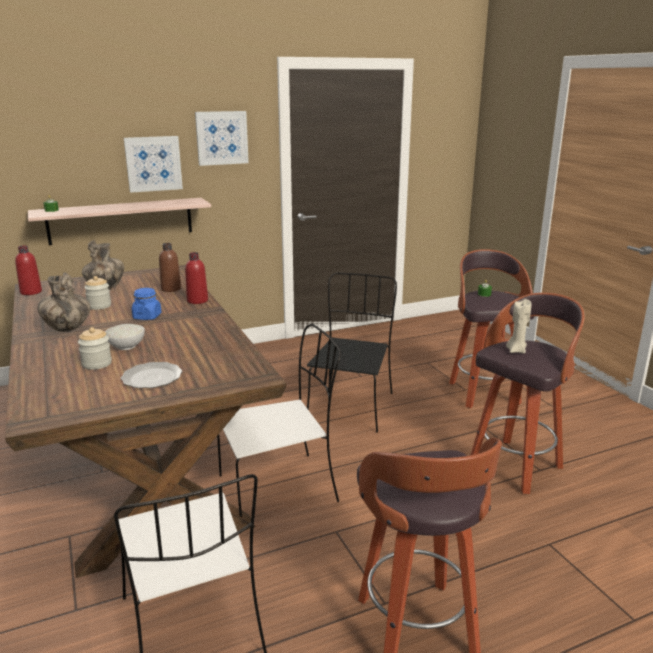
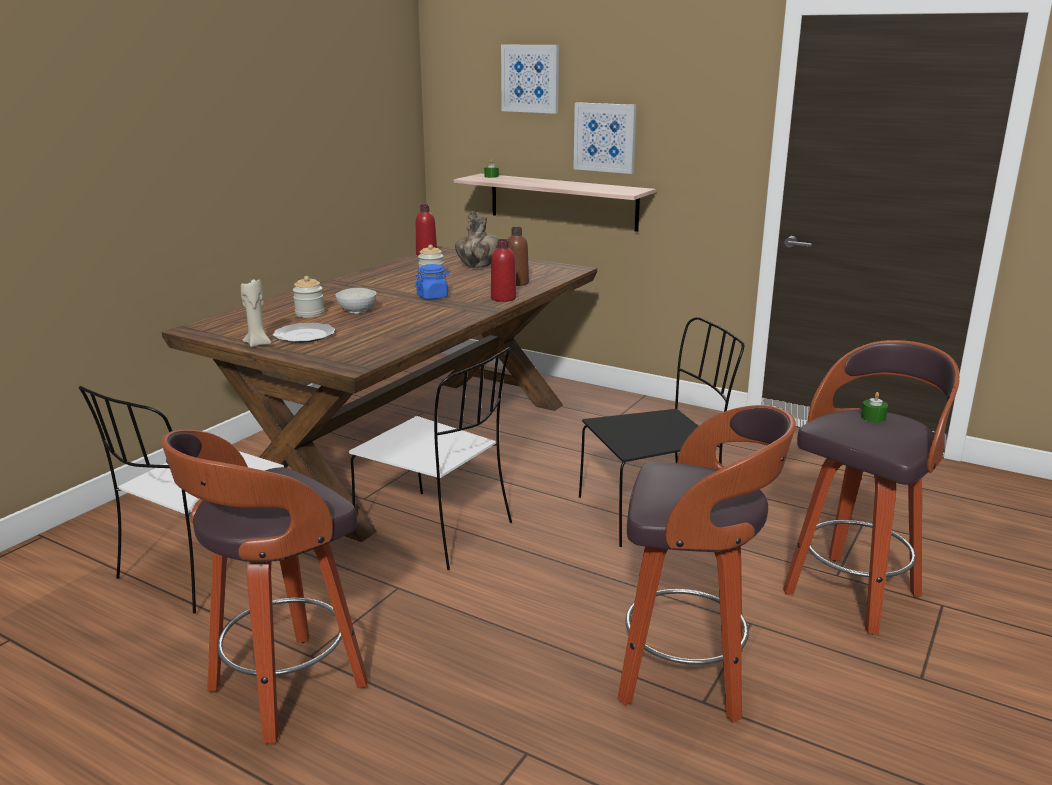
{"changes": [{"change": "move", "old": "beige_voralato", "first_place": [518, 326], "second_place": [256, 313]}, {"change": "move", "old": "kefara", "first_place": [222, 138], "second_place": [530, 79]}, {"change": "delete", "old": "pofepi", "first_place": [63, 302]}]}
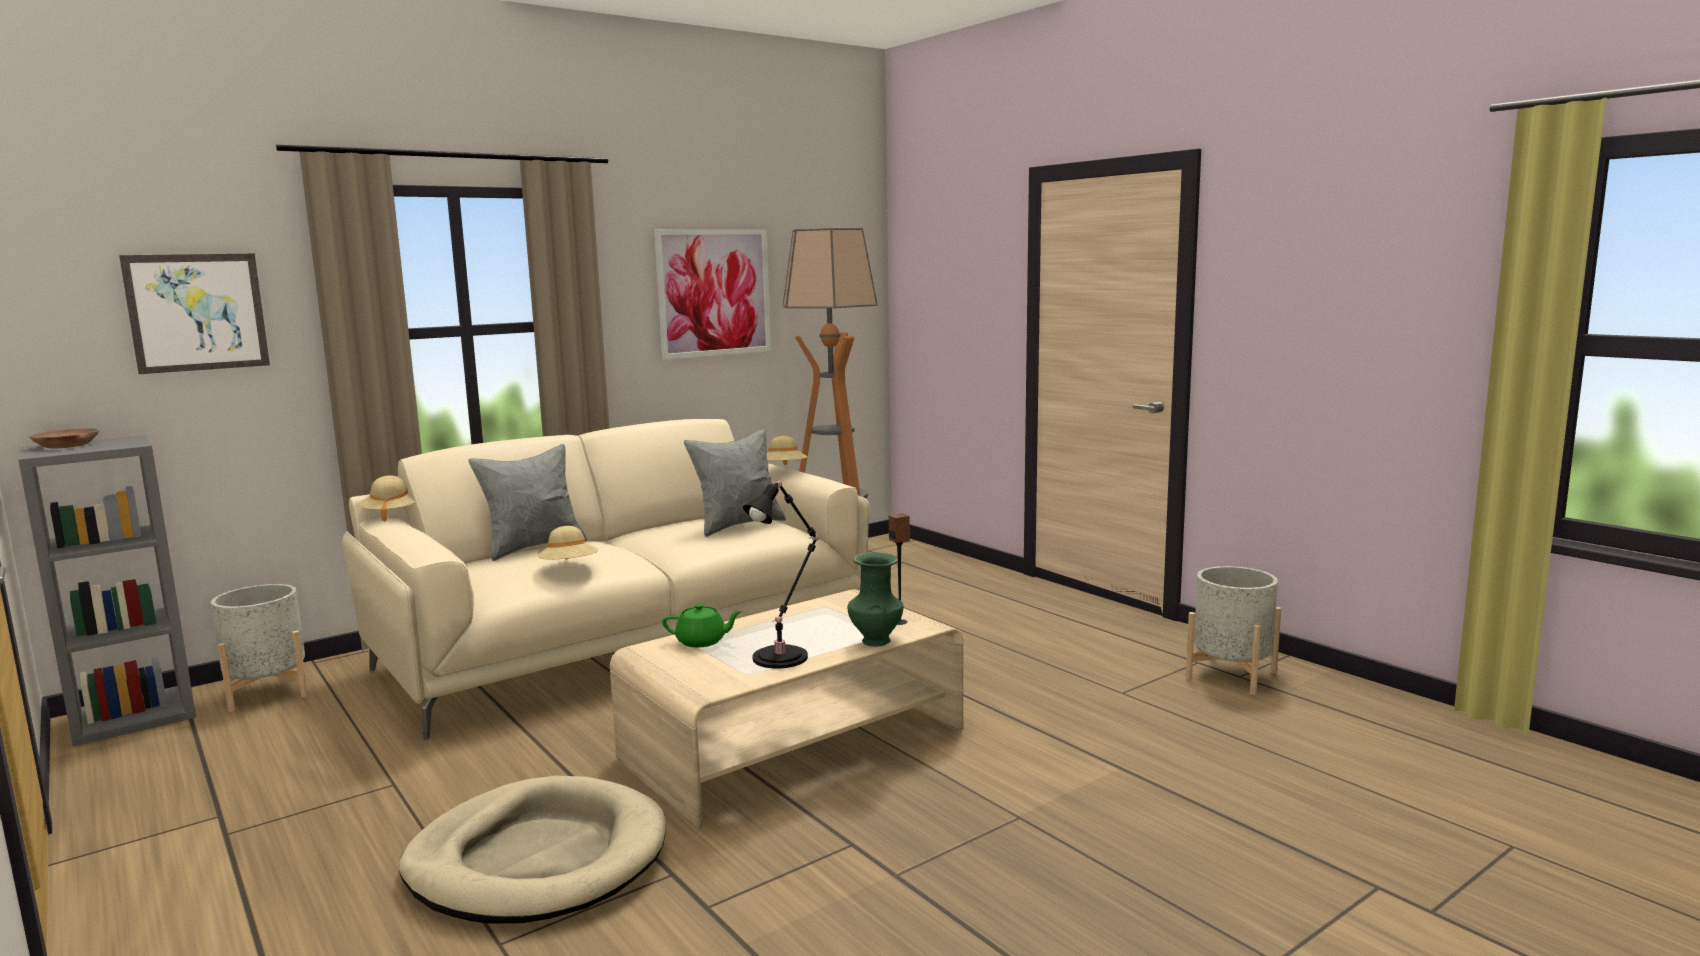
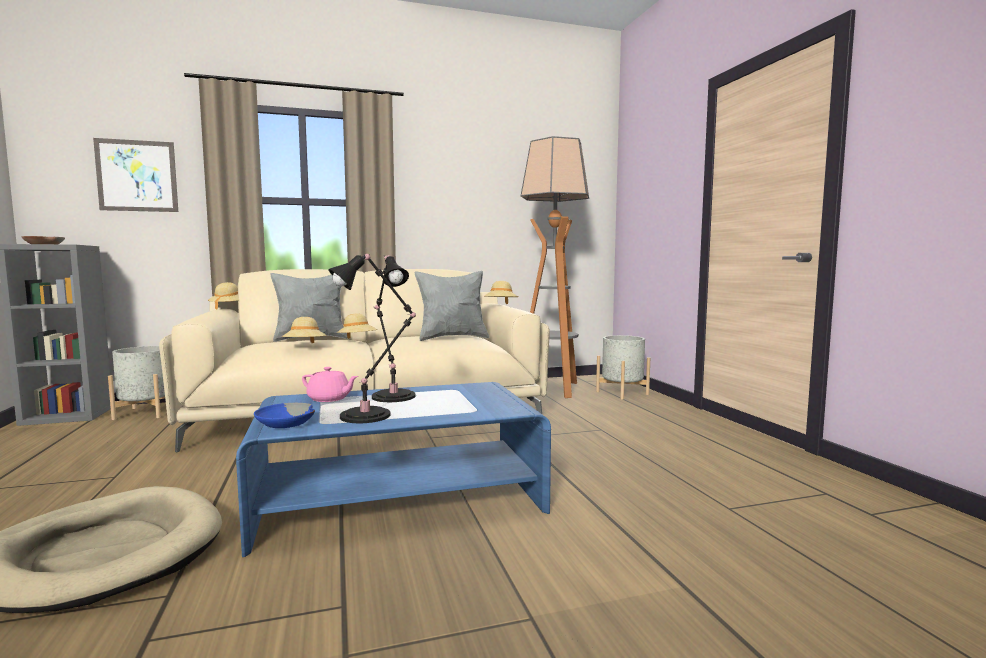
{"changes": [{"change": "recolor", "old": "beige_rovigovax", "new": "blue_rovigovax", "first_place": [786, 709], "second_place": [393, 469]}, {"change": "insert", "new": "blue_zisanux", "second_place": [284, 415]}, {"change": "recolor", "old": "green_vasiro", "new": "pink_vasiro", "first_place": [702, 625], "second_place": [330, 384]}, {"change": "insert", "new": "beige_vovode", "second_place": [357, 326]}, {"change": "insert", "new": "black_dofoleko", "second_place": [394, 328]}, {"change": "move", "old": "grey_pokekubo", "first_place": [1233, 630], "second_place": [623, 367]}, {"change": "delete", "old": "kefara", "first_place": [712, 294]}, {"change": "delete", "old": "green_pofepi", "first_place": [875, 599]}, {"change": "delete", "old": "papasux", "first_place": [899, 569]}]}
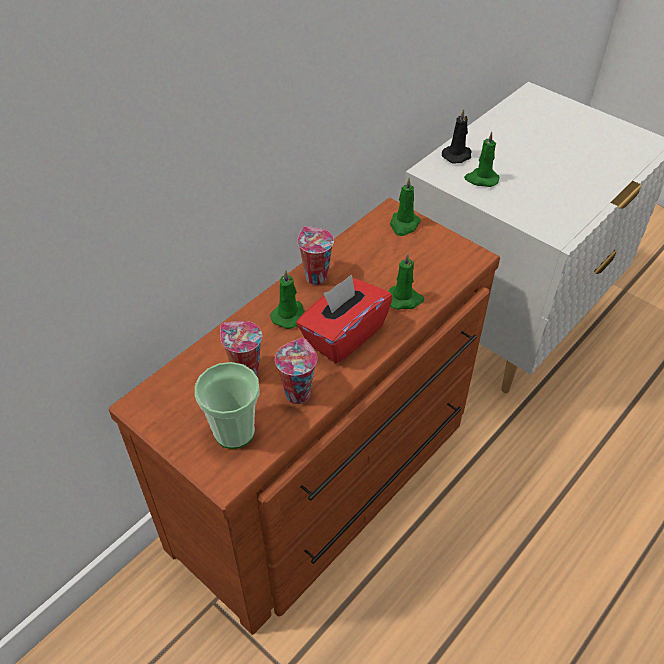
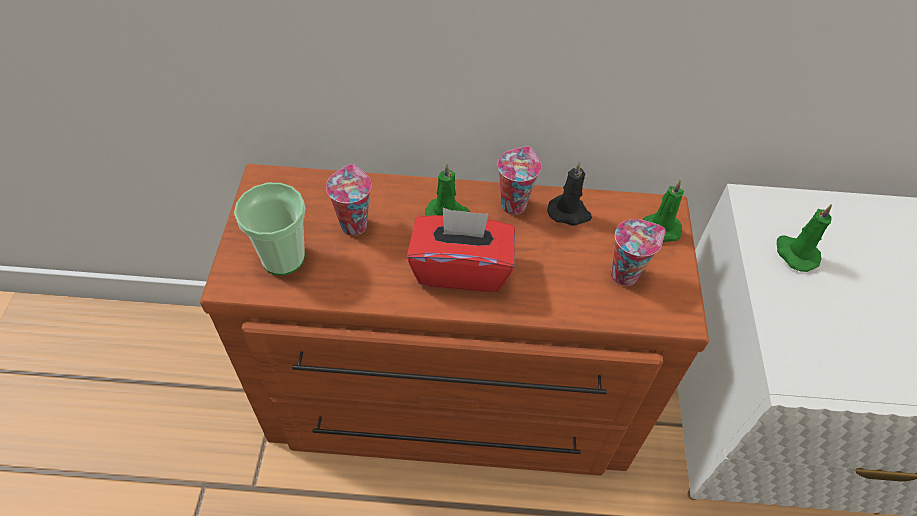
{"changes": [{"change": "move", "old": "black_voralato", "first_place": [457, 136], "second_place": [569, 194]}, {"change": "move", "old": "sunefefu", "first_place": [296, 371], "second_place": [638, 252]}, {"change": "delete", "old": "green_voralato", "first_place": [406, 281]}]}
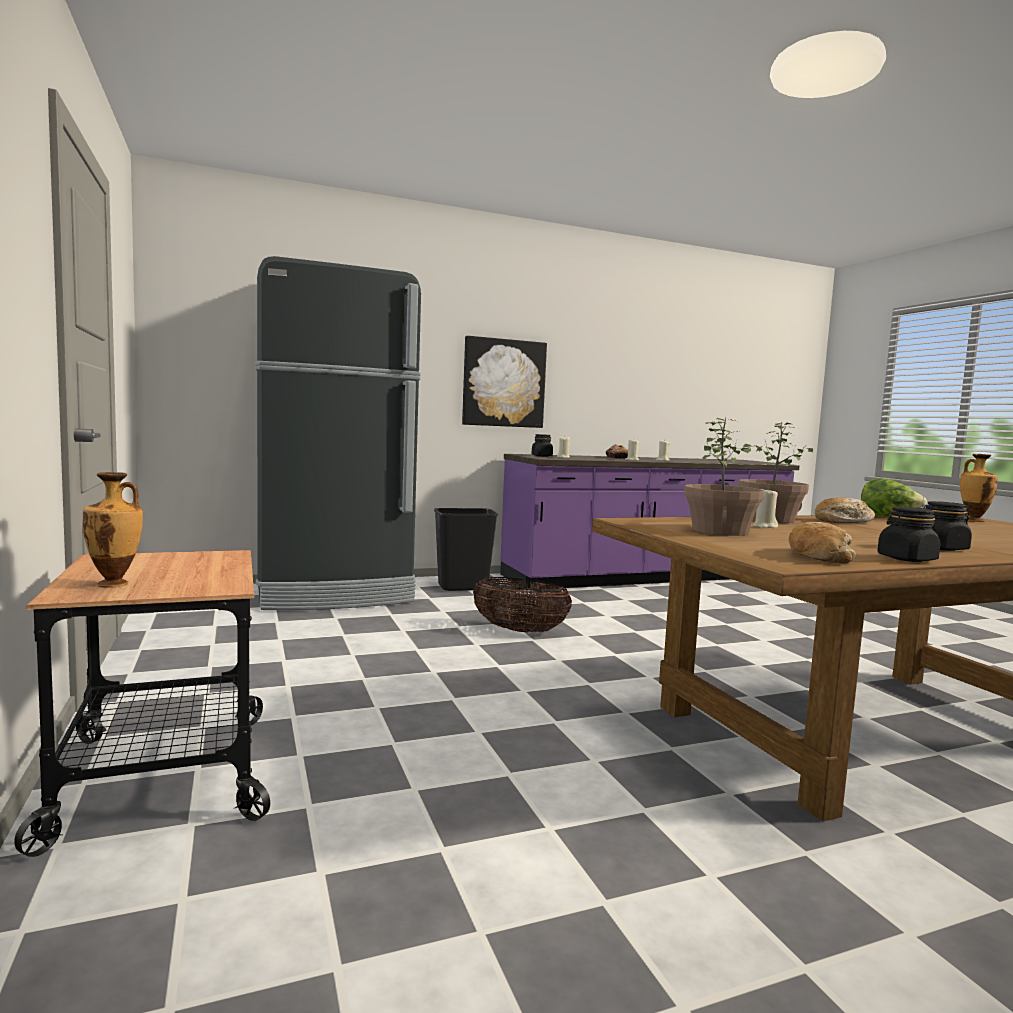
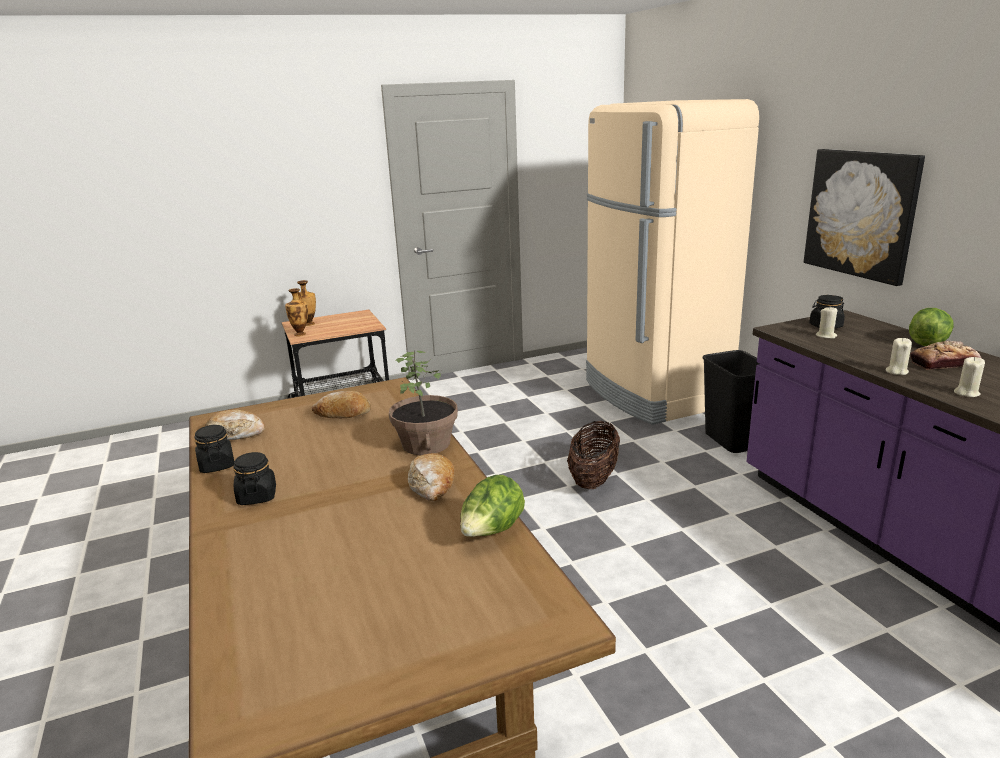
{"changes": [{"change": "move", "old": "pofepi", "first_place": [979, 488], "second_place": [296, 312]}, {"change": "replace", "old": "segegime", "new": "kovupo", "first_place": [724, 477], "second_place": [341, 404]}, {"change": "recolor", "old": "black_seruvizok", "new": "beige_seruvizok", "first_place": [338, 433], "second_place": [672, 262]}, {"change": "insert", "new": "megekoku", "second_place": [931, 327]}, {"change": "delete", "old": "beige_voralato", "first_place": [765, 507]}]}
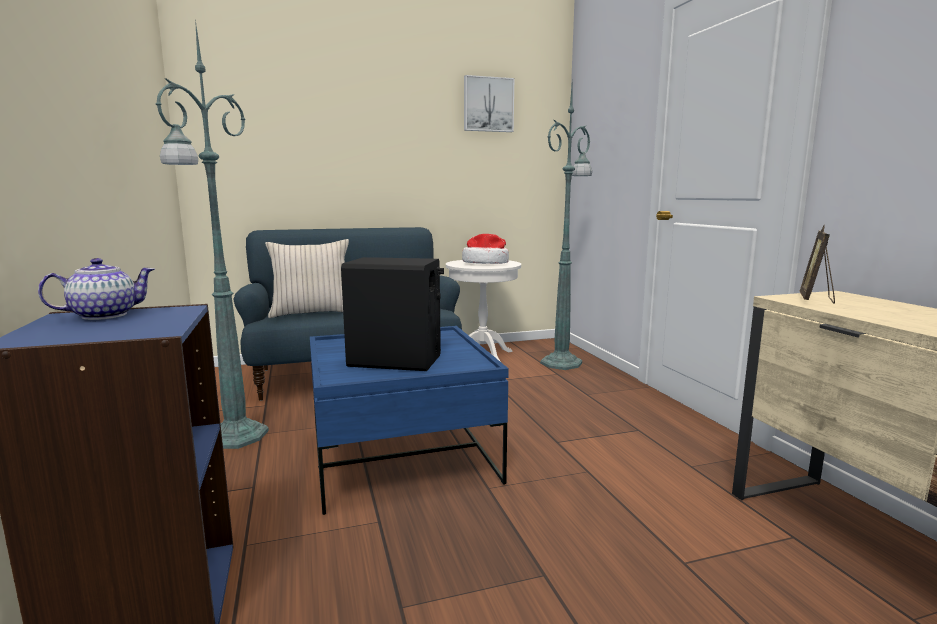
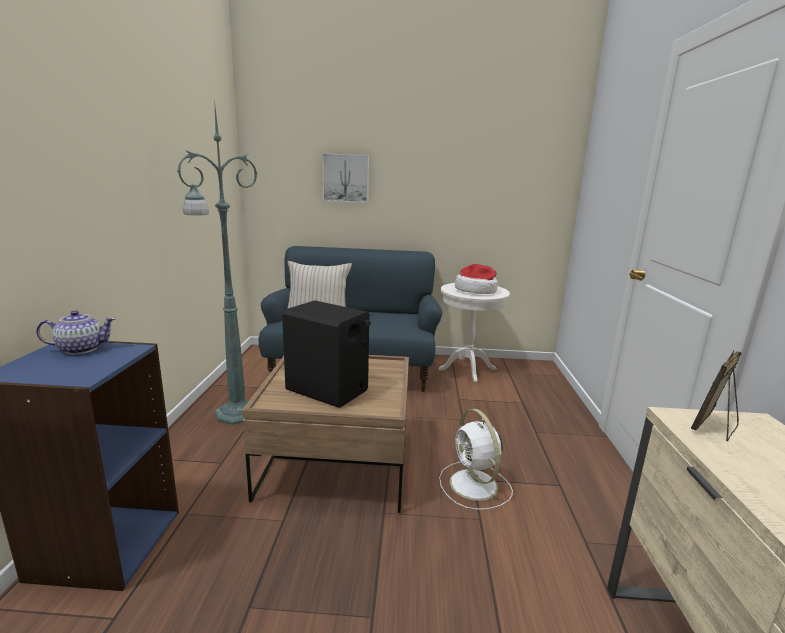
{"changes": [{"change": "recolor", "old": "blue_rovigovax", "new": "brown_rovigovax", "first_place": [409, 420], "second_place": [325, 434]}, {"change": "move", "old": "kefara", "first_place": [489, 103], "second_place": [345, 178]}, {"change": "insert", "new": "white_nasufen", "second_place": [476, 459]}, {"change": "delete", "old": "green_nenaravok", "first_place": [566, 228]}]}
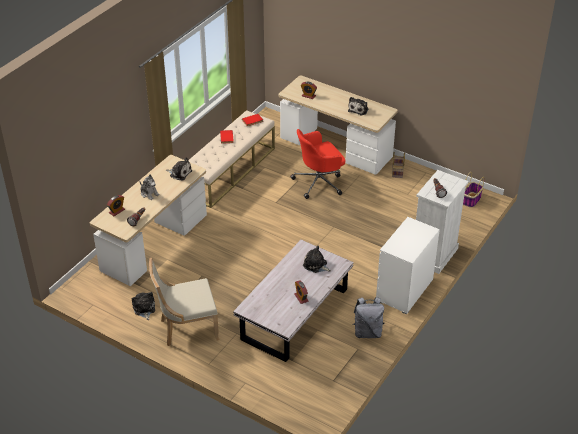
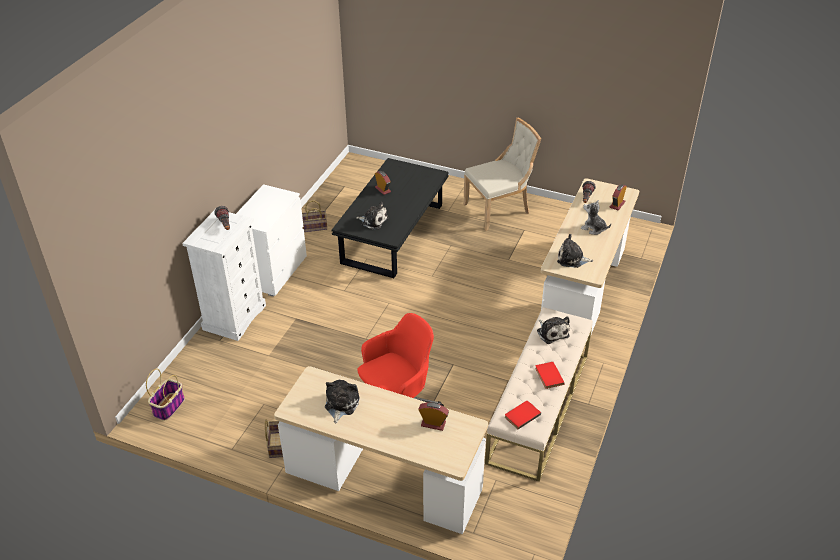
{"changes": [{"change": "replace", "old": "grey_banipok", "new": "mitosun", "first_place": [368, 317], "second_place": [314, 216]}, {"change": "recolor", "old": "white_rovigovax", "new": "black_rovigovax", "first_place": [293, 301], "second_place": [390, 218]}, {"change": "move", "old": "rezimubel", "first_place": [143, 306], "second_place": [553, 330]}]}
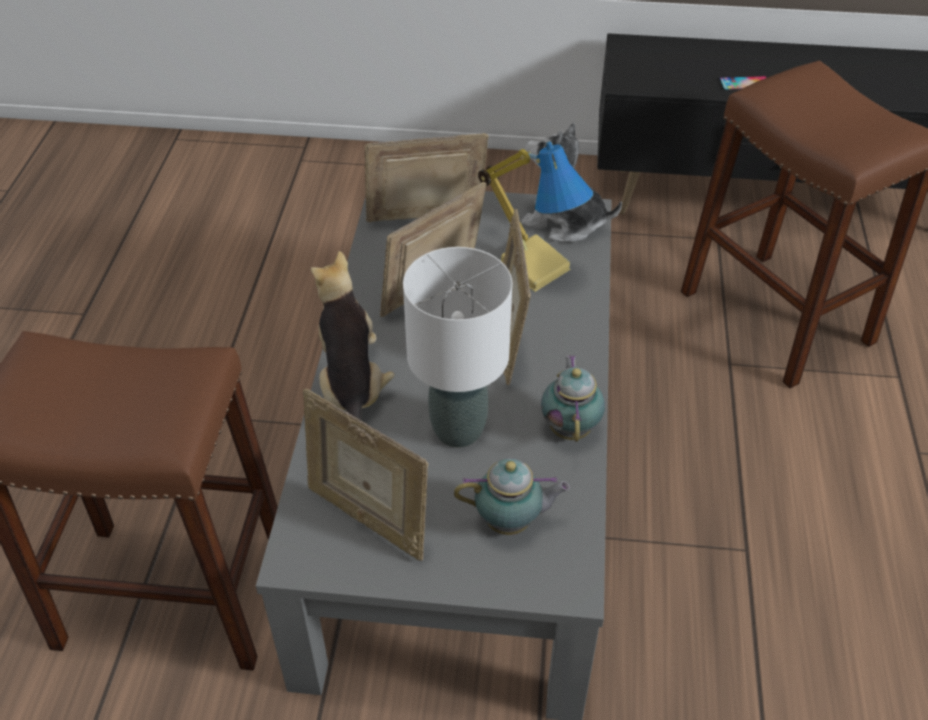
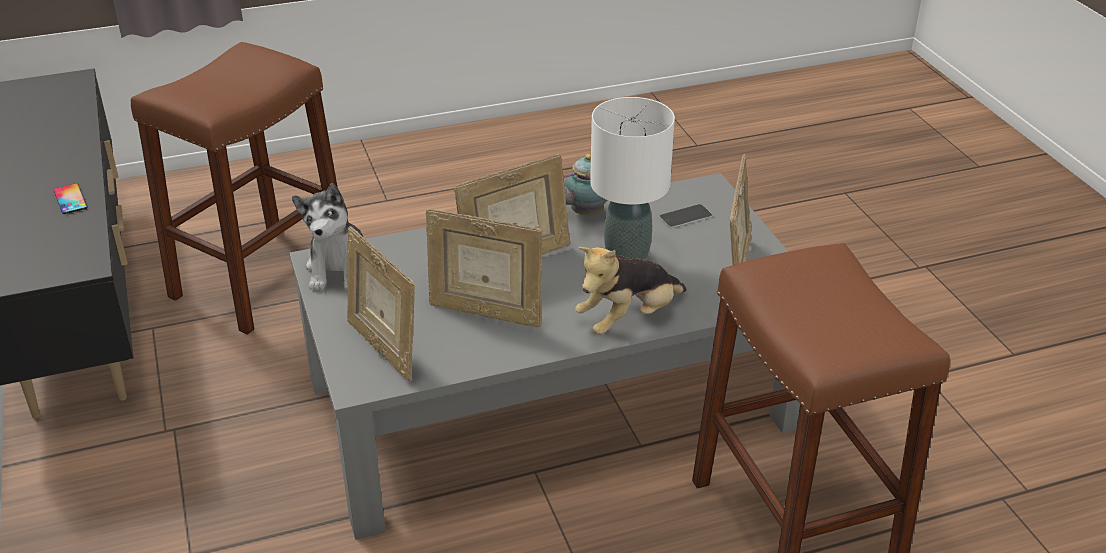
{"changes": [{"change": "replace", "old": "vasiro", "new": "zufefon", "first_place": [512, 496], "second_place": [686, 216]}, {"change": "delete", "old": "dofoleko", "first_place": [535, 216]}]}
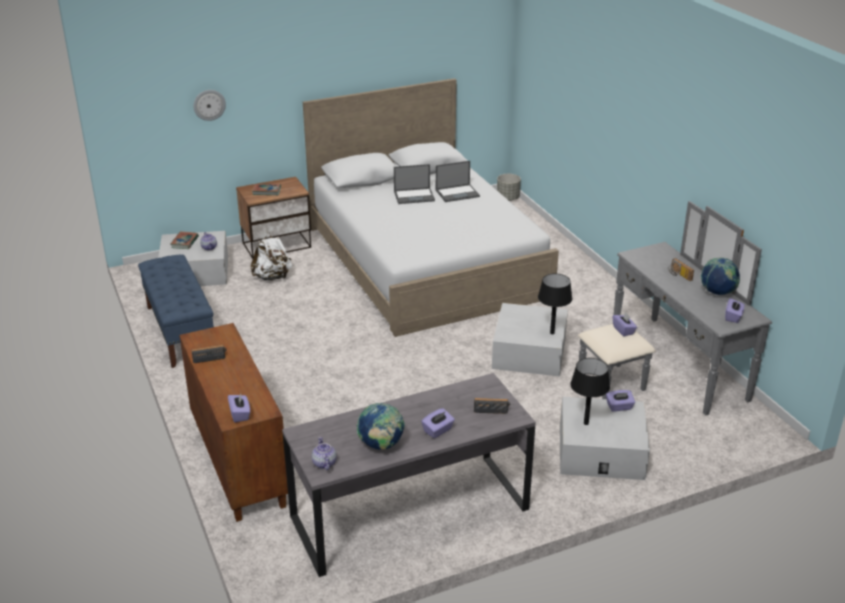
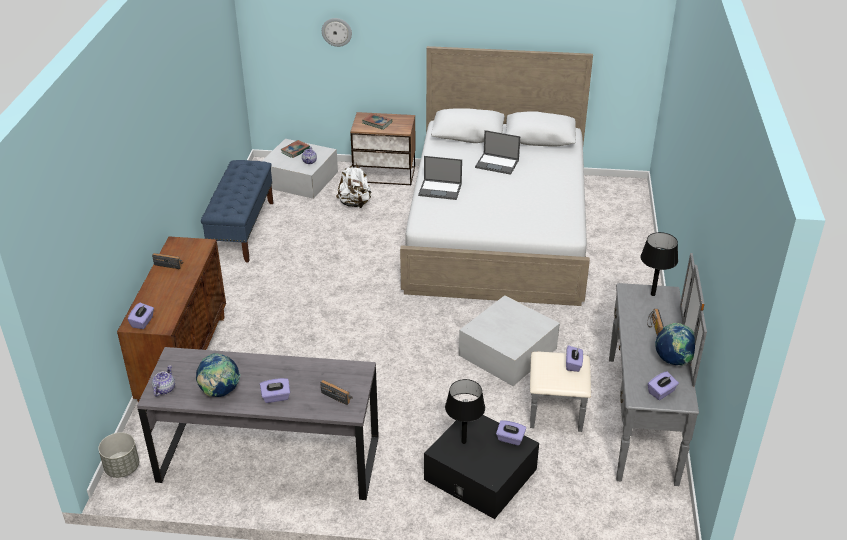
{"changes": [{"change": "move", "old": "grey_pokekubo", "first_place": [509, 187], "second_place": [118, 455]}, {"change": "move", "old": "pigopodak", "first_place": [458, 181], "second_place": [440, 178]}, {"change": "recolor", "old": "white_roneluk", "new": "black_roneluk", "first_place": [605, 438], "second_place": [481, 467]}, {"change": "move", "old": "black_dofoleko", "first_place": [555, 304], "second_place": [659, 264]}]}
